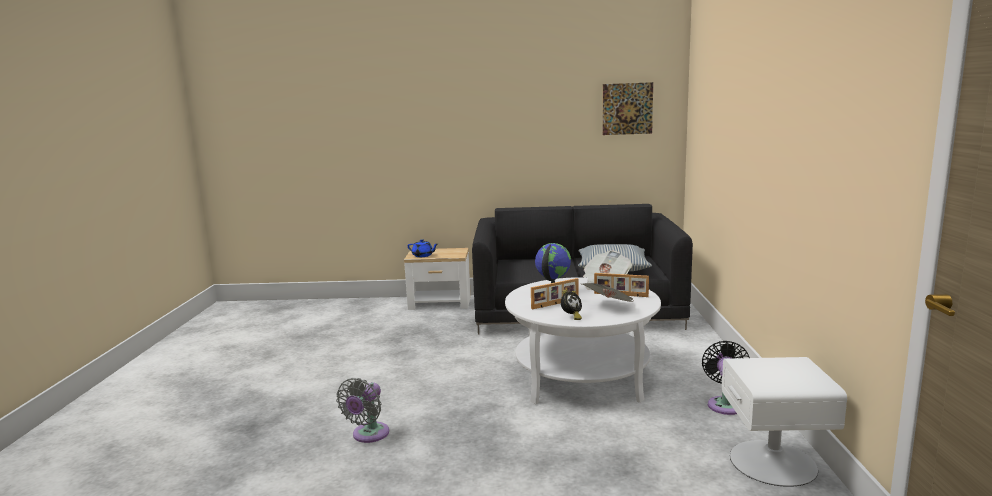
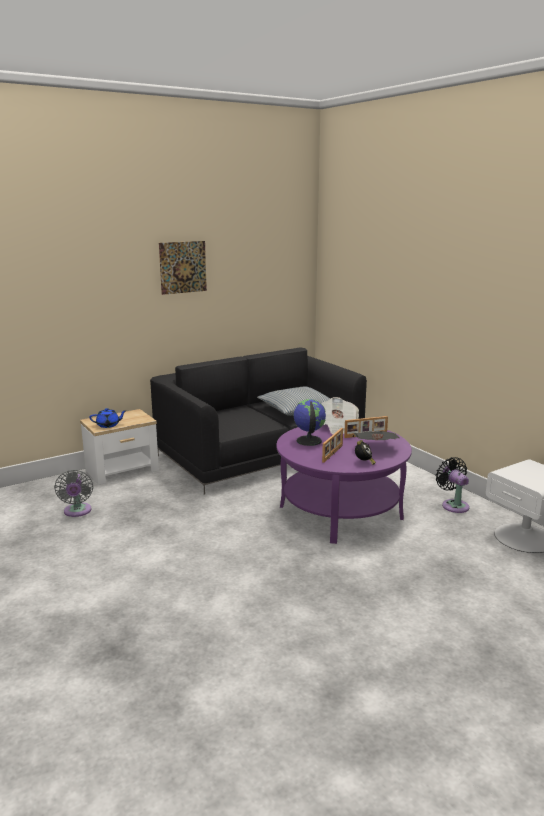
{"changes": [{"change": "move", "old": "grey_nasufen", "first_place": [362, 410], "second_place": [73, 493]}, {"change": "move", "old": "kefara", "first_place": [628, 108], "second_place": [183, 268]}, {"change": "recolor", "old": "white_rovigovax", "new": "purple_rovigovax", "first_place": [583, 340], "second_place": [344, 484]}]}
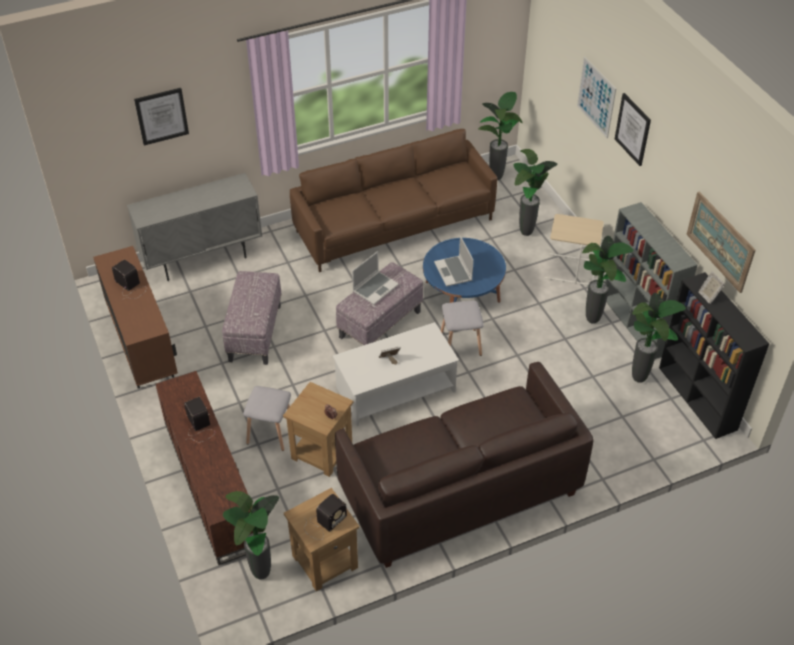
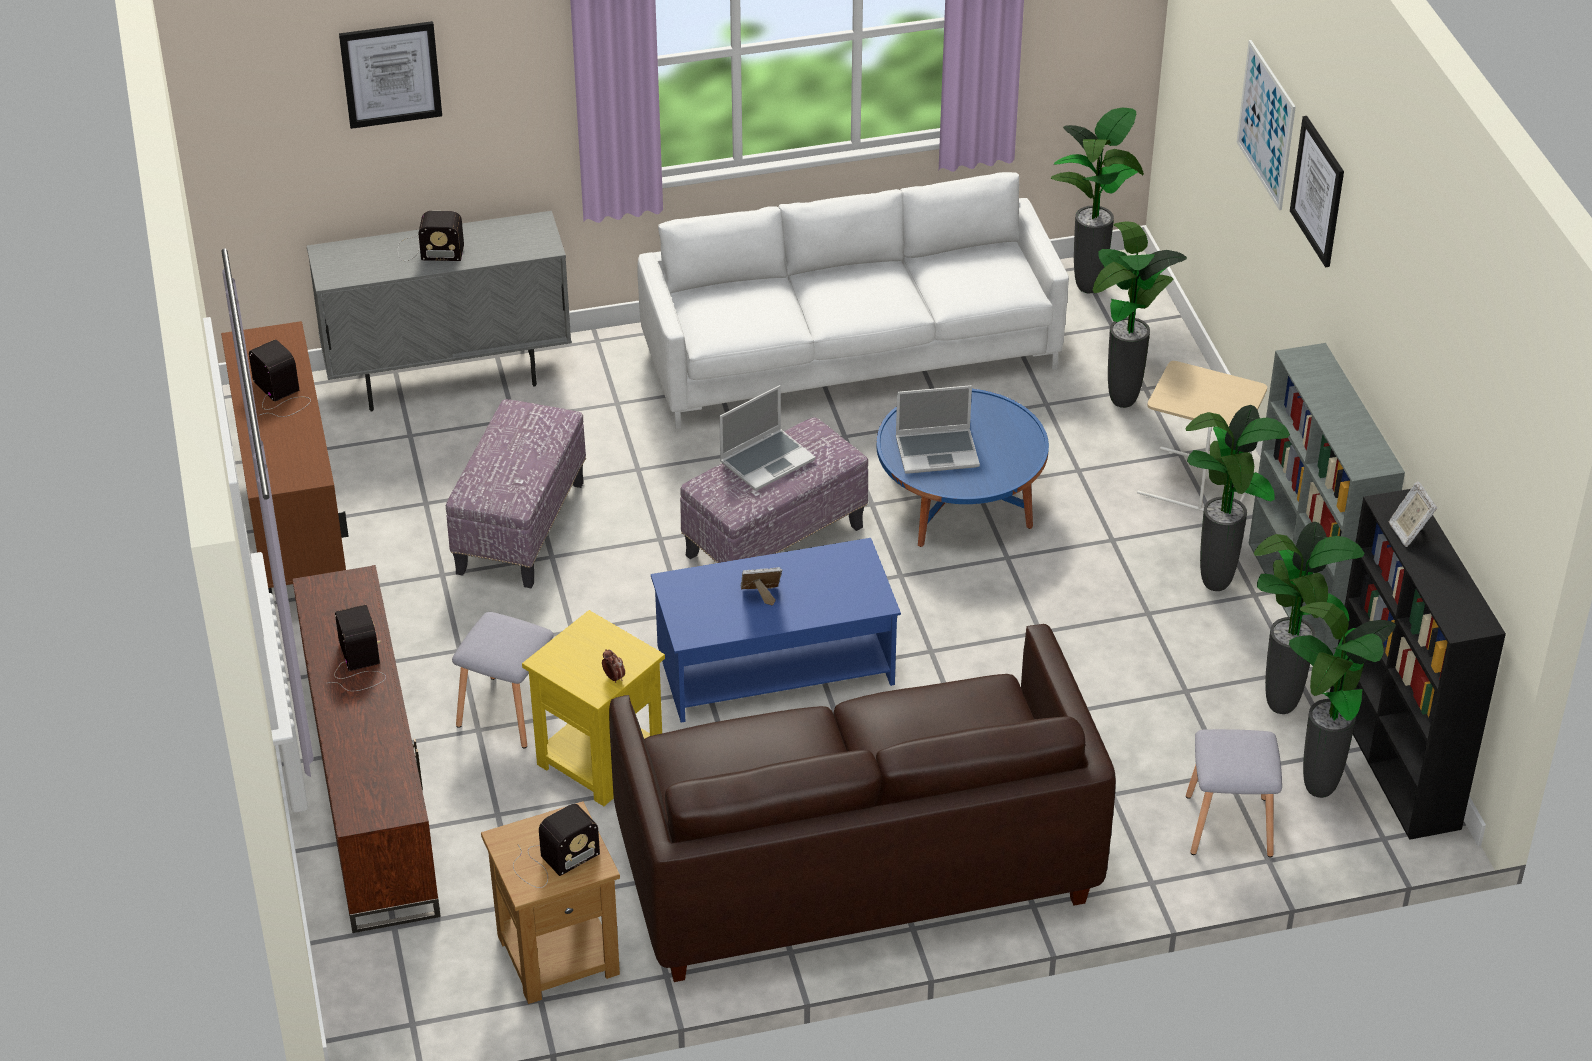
{"changes": [{"change": "insert", "new": "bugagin", "second_place": [431, 236]}, {"change": "recolor", "old": "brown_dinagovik", "new": "yellow_dinagovik", "first_place": [318, 429], "second_place": [593, 708]}, {"change": "recolor", "old": "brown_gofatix", "new": "white_gofatix", "first_place": [394, 200], "second_place": [853, 300]}, {"change": "recolor", "old": "white_rovigovax", "new": "blue_rovigovax", "first_place": [396, 374], "second_place": [776, 630]}, {"change": "rotate", "old": "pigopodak", "first_place": [454, 261], "second_place": [938, 429], "degrees": -90}, {"change": "move", "old": "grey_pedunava", "first_place": [462, 328], "second_place": [1234, 793]}, {"change": "move", "old": "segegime", "first_place": [251, 535], "second_place": [1342, 700]}, {"change": "delete", "old": "kefara", "first_place": [720, 242]}]}
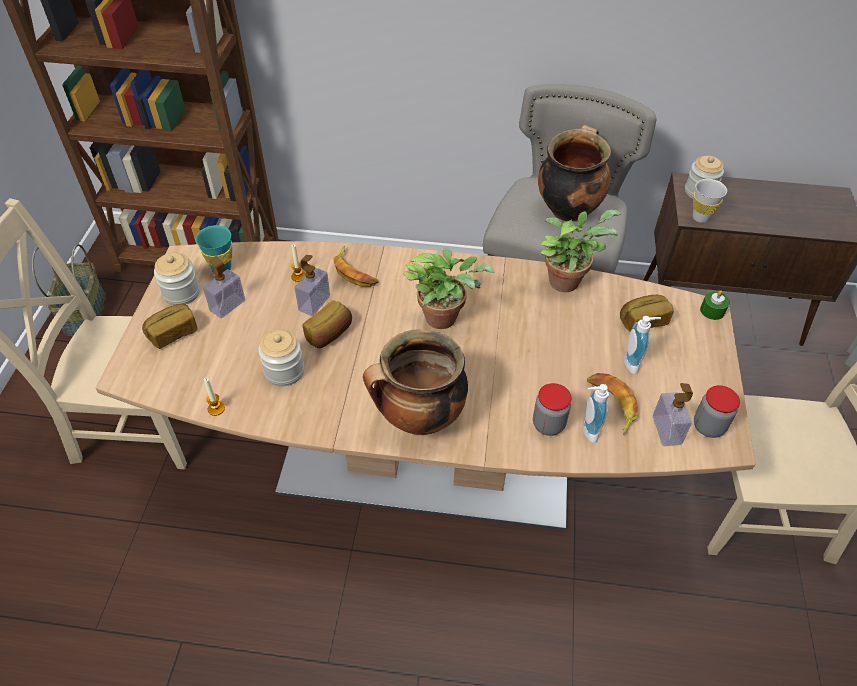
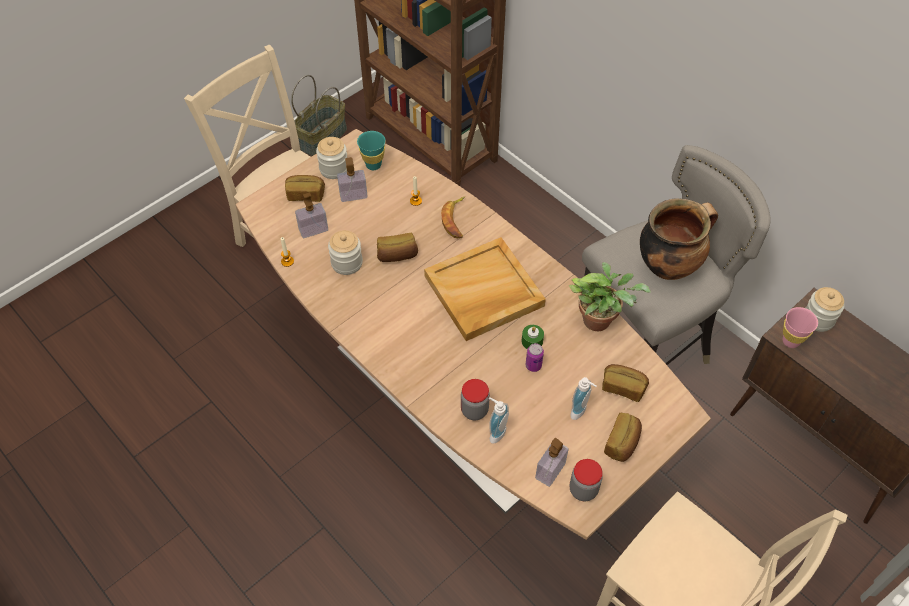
{"changes": [{"change": "move", "old": "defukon", "first_place": [312, 285], "second_place": [311, 215]}, {"change": "replace", "old": "segegime", "new": "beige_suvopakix", "first_place": [449, 288], "second_place": [485, 289]}, {"change": "move", "old": "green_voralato", "first_place": [715, 305], "second_place": [533, 337]}, {"change": "insert", "new": "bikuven", "second_place": [535, 357]}, {"change": "insert", "new": "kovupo", "second_place": [623, 437]}, {"change": "recolor", "old": "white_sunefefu", "new": "pink_sunefefu", "first_place": [710, 201], "second_place": [800, 327]}, {"change": "delete", "old": "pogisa", "first_place": [415, 382]}, {"change": "delete", "old": "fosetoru", "first_place": [612, 404]}]}
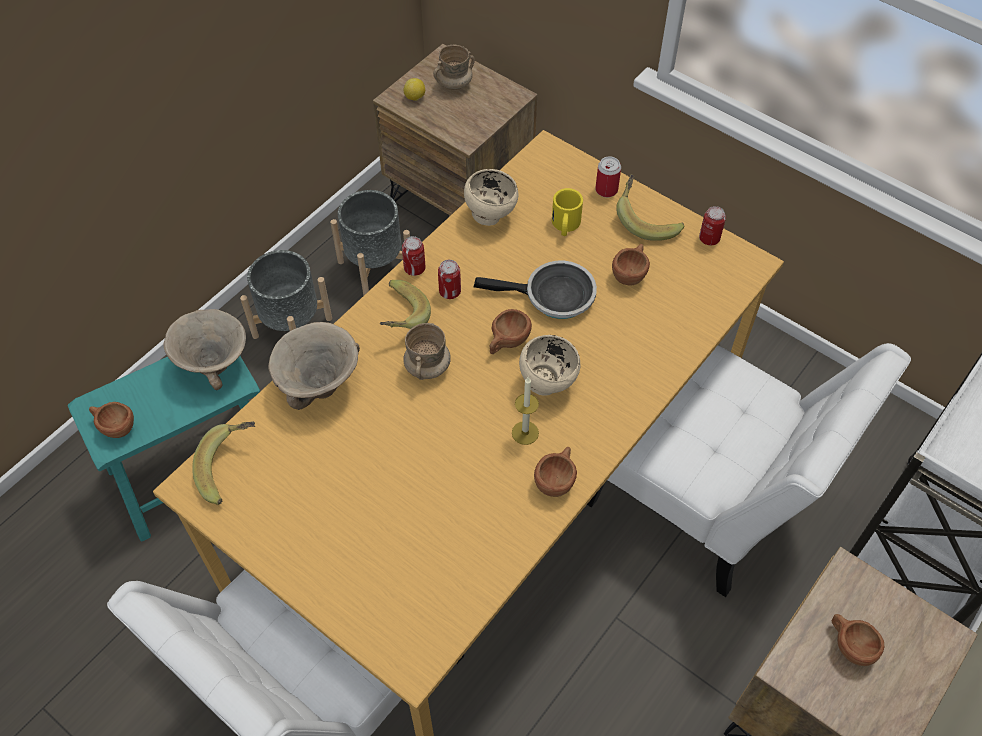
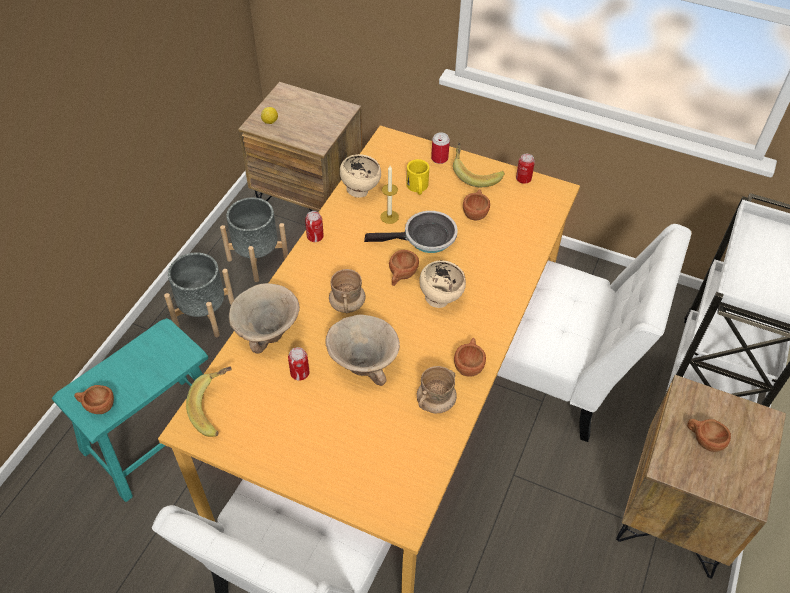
{"changes": [{"change": "move", "old": "bikuven", "first_place": [449, 279], "second_place": [299, 364]}, {"change": "move", "old": "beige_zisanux", "first_place": [204, 349], "second_place": [362, 350]}, {"change": "move", "old": "voralato", "first_place": [525, 411], "second_place": [389, 195]}, {"change": "move", "old": "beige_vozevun", "first_place": [454, 67], "second_place": [437, 389]}, {"change": "delete", "old": "fosetoru", "first_place": [405, 304]}]}
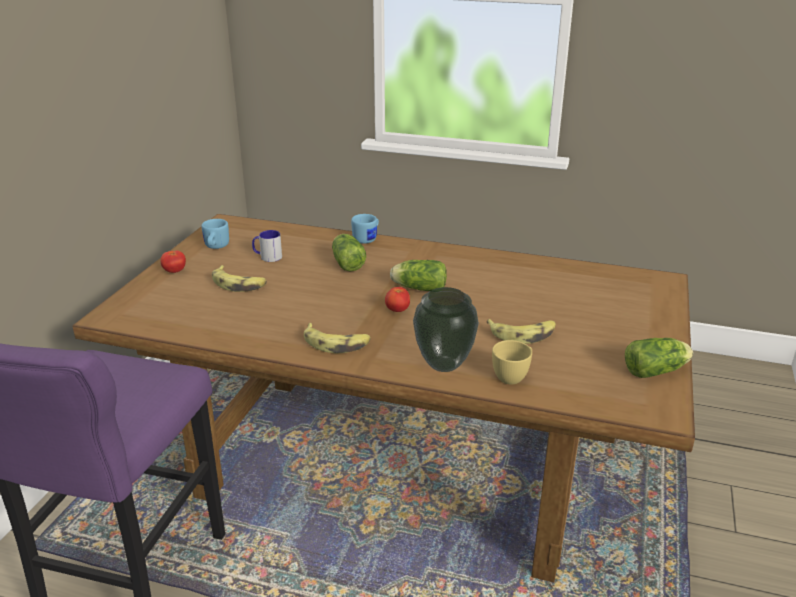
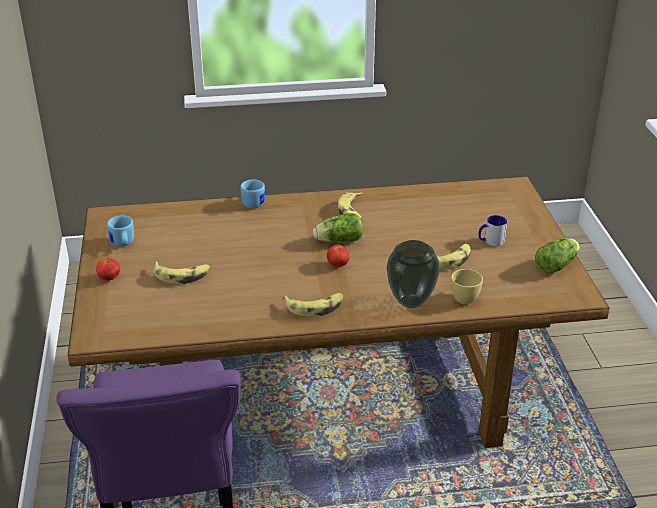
{"changes": [{"change": "insert", "new": "fosetoru", "second_place": [350, 206]}, {"change": "move", "old": "vozevun", "first_place": [267, 246], "second_place": [492, 230]}, {"change": "delete", "old": "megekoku", "first_place": [349, 252]}]}
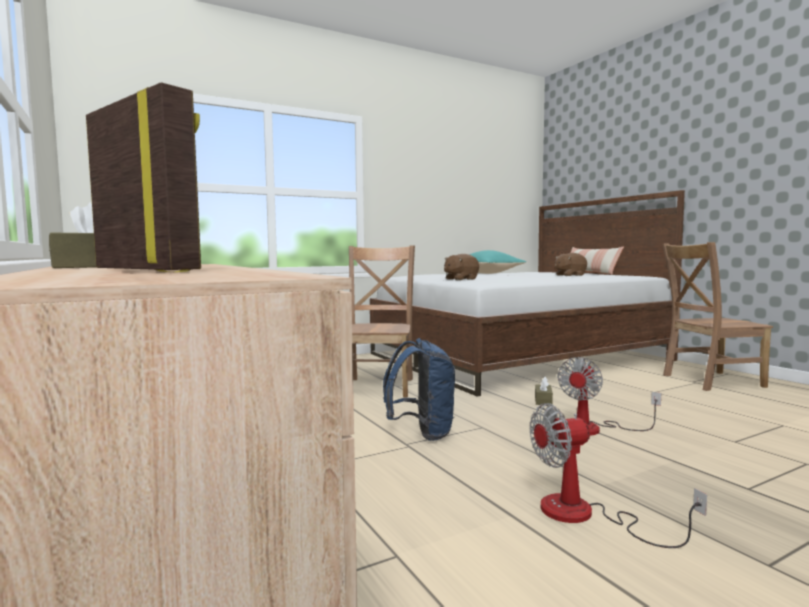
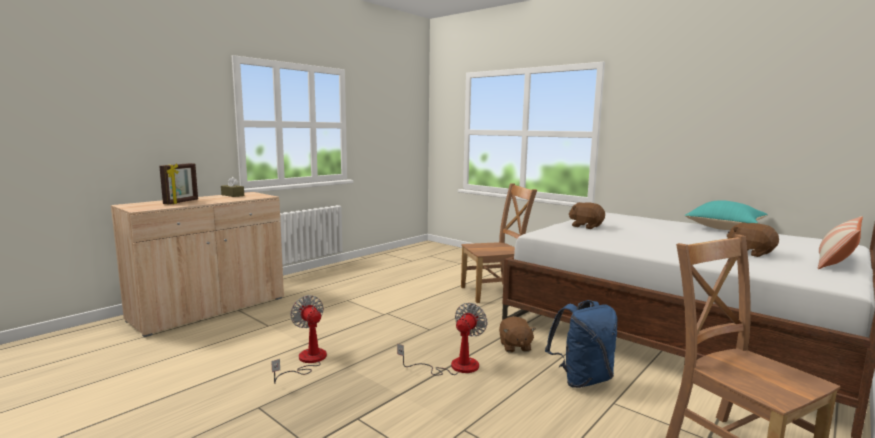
{"changes": [{"change": "rotate", "old": "nasufen", "first_place": [609, 396], "second_place": [442, 339], "degrees": 105}, {"change": "replace", "old": "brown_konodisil", "new": "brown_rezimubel", "first_place": [544, 391], "second_place": [517, 334]}, {"change": "move", "old": "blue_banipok", "first_place": [419, 389], "second_place": [581, 344]}]}
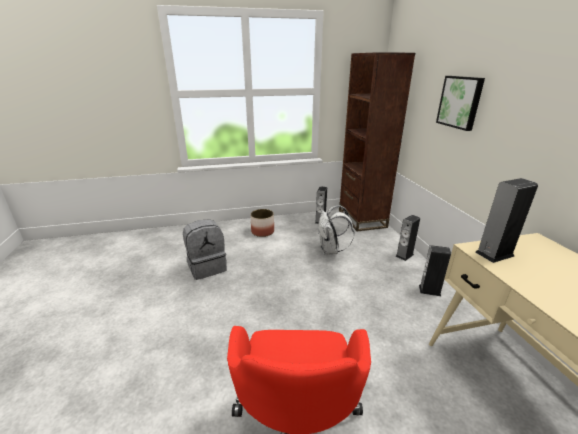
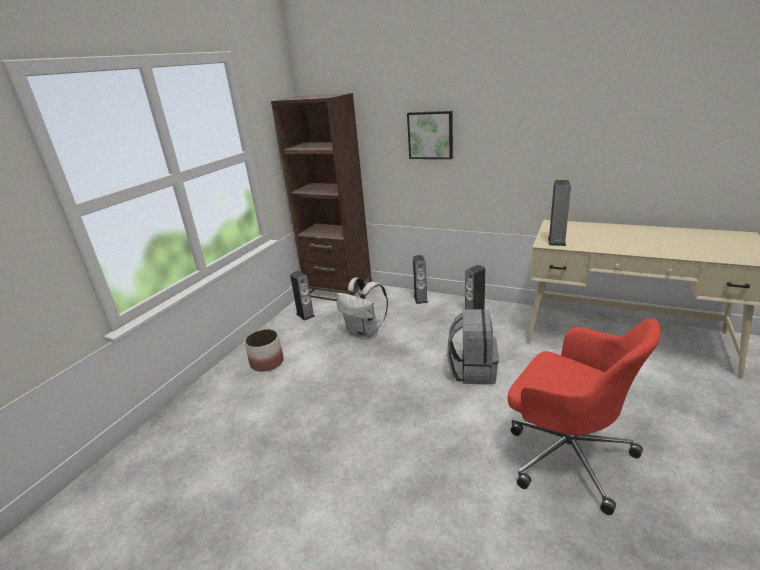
{"changes": [{"change": "move", "old": "grey_banipok", "first_place": [205, 249], "second_place": [473, 347]}]}
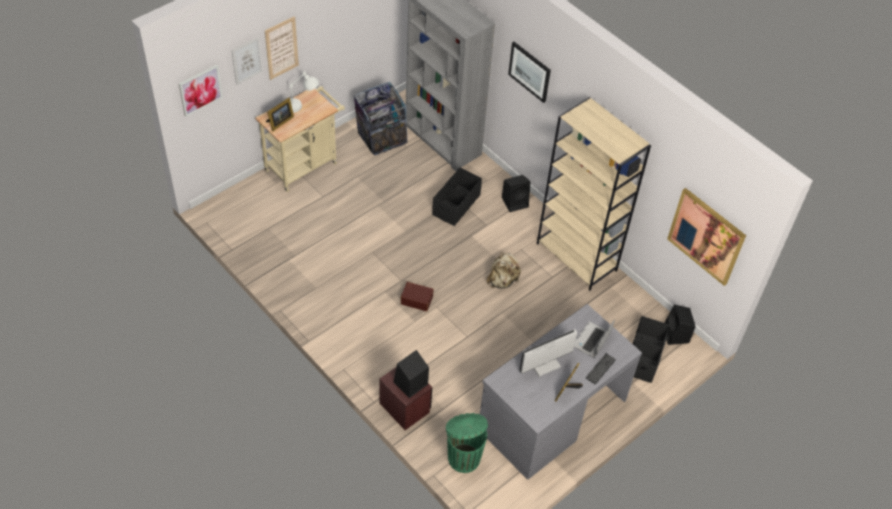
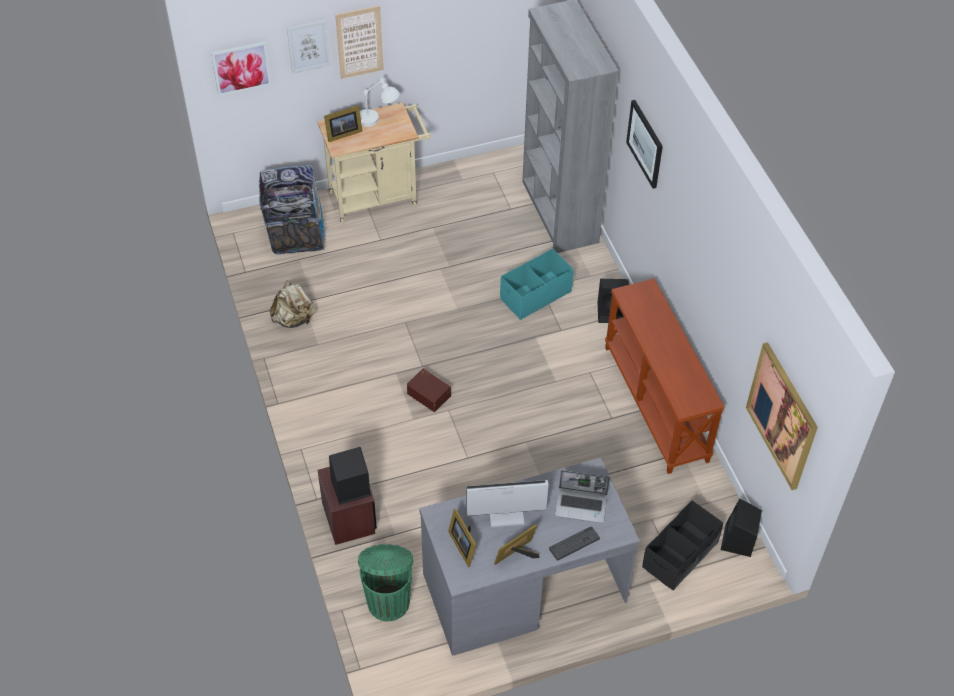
{"changes": [{"change": "move", "old": "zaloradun", "first_place": [381, 118], "second_place": [292, 209]}, {"change": "move", "old": "beige_banipok", "first_place": [503, 270], "second_place": [292, 304]}, {"change": "insert", "new": "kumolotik", "second_place": [462, 537]}, {"change": "recolor", "old": "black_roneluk", "new": "turquoise_roneluk", "first_place": [457, 196], "second_place": [537, 284]}, {"change": "rotate", "old": "pigopodak", "first_place": [594, 338], "second_place": [582, 496], "degrees": -135}, {"change": "replace", "old": "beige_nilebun", "new": "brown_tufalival", "first_place": [594, 194], "second_place": [665, 376]}]}
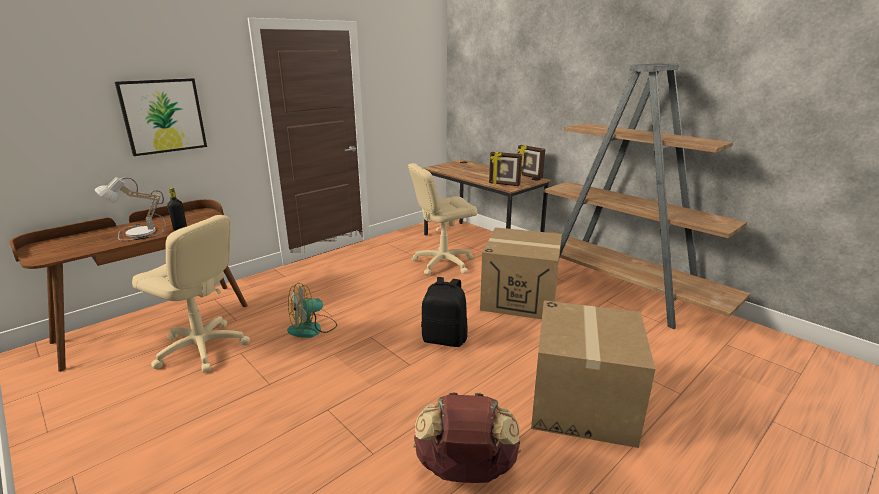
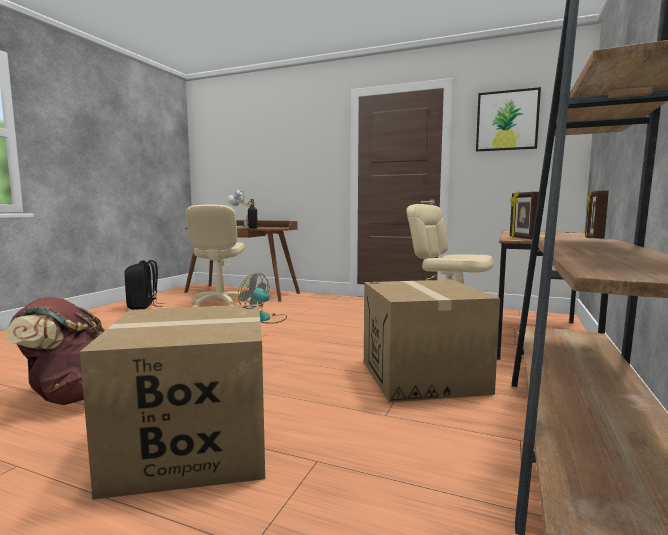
{"changes": [{"change": "move", "old": "black_banipok", "first_place": [444, 312], "second_place": [143, 285]}, {"change": "move", "old": "kefara", "first_place": [161, 117], "second_place": [508, 119]}]}
